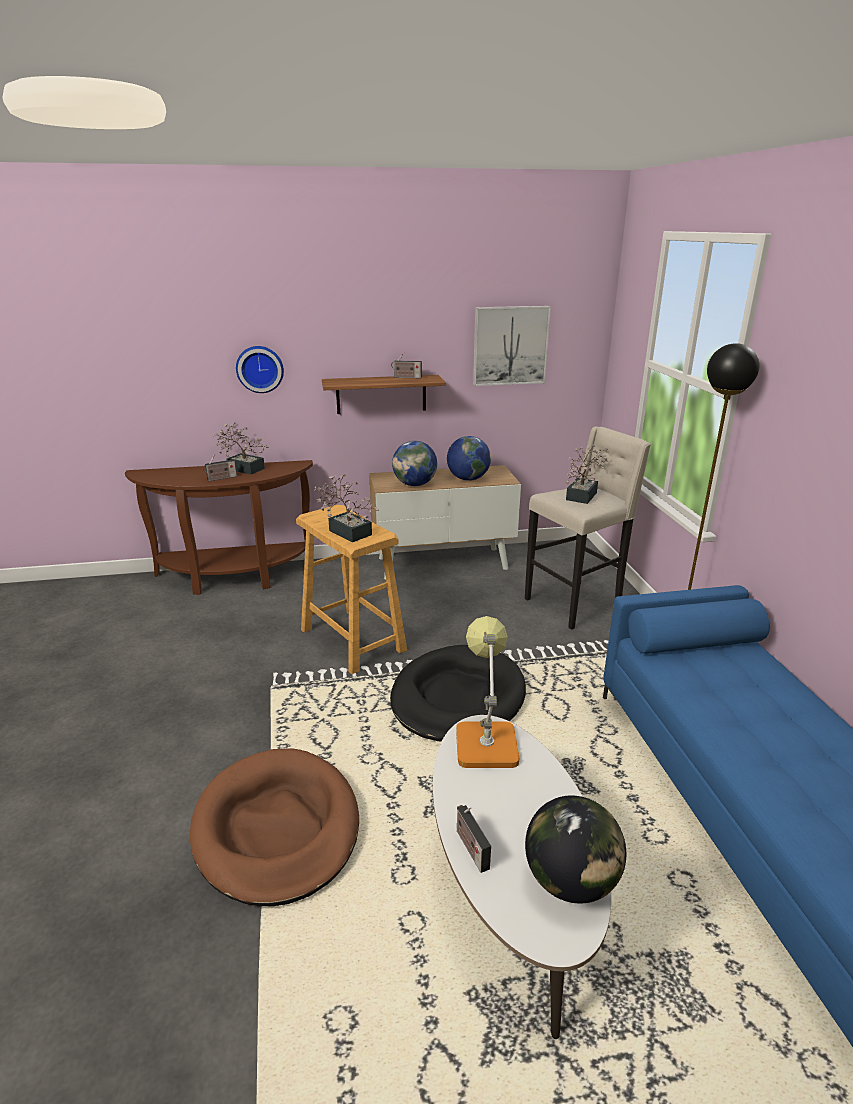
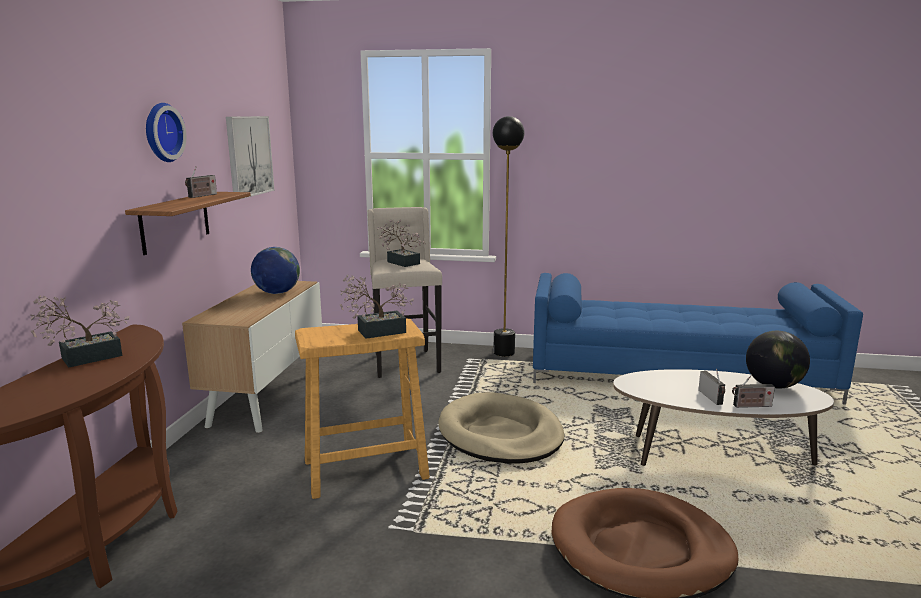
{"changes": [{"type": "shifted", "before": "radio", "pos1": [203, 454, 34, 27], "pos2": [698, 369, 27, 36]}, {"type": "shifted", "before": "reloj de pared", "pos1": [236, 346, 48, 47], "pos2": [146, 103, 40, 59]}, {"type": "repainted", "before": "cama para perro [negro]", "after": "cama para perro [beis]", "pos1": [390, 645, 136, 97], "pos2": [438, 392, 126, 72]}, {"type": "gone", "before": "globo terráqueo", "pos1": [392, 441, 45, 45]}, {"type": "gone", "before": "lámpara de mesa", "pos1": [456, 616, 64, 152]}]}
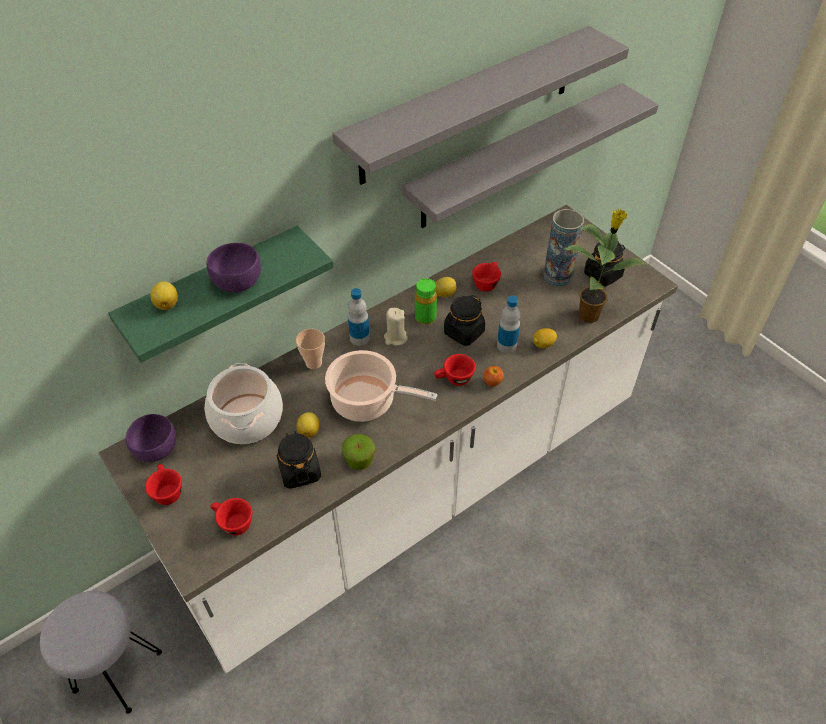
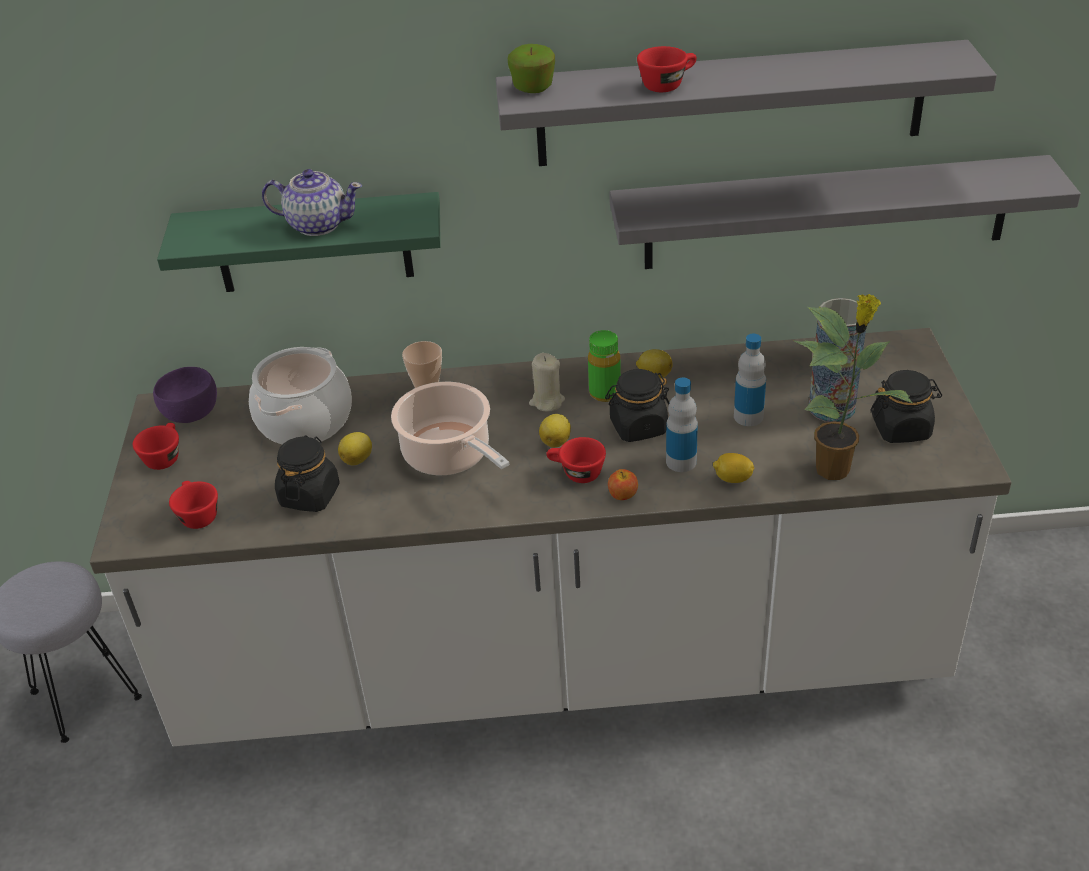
{"changes": [{"type": "shifted", "before": "limón", "pos1": [151, 281, 27, 29], "pos2": [539, 414, 32, 34]}, {"type": "swapped", "before": "cuenco [morado]", "after": "tetera", "pos1": [207, 243, 54, 49], "pos2": [262, 169, 100, 67]}, {"type": "shifted", "before": "manzana", "pos1": [342, 434, 33, 36], "pos2": [508, 44, 47, 49]}, {"type": "shifted", "before": "botella", "pos1": [348, 288, 22, 58], "pos2": [734, 334, 32, 92]}, {"type": "shifted", "before": "taza [rojo]", "pos1": [472, 262, 29, 29], "pos2": [637, 46, 60, 46]}]}
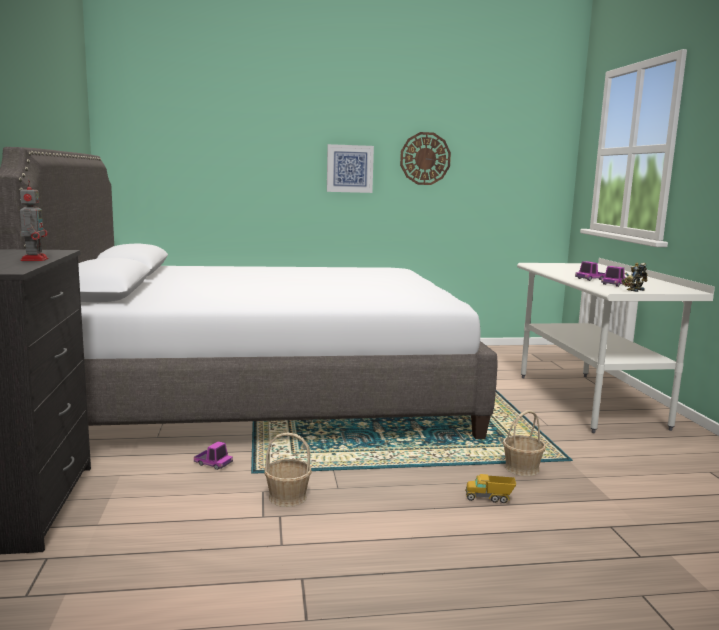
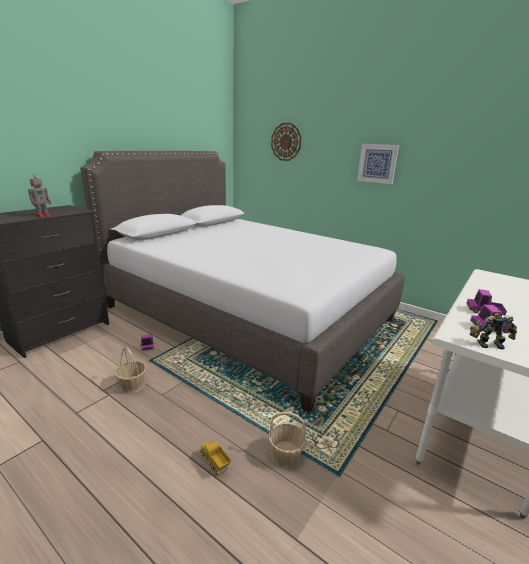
{"changes": [{"type": "shifted", "before": "reloj de pared", "pos1": [400, 132, 51, 53], "pos2": [271, 123, 30, 38]}]}
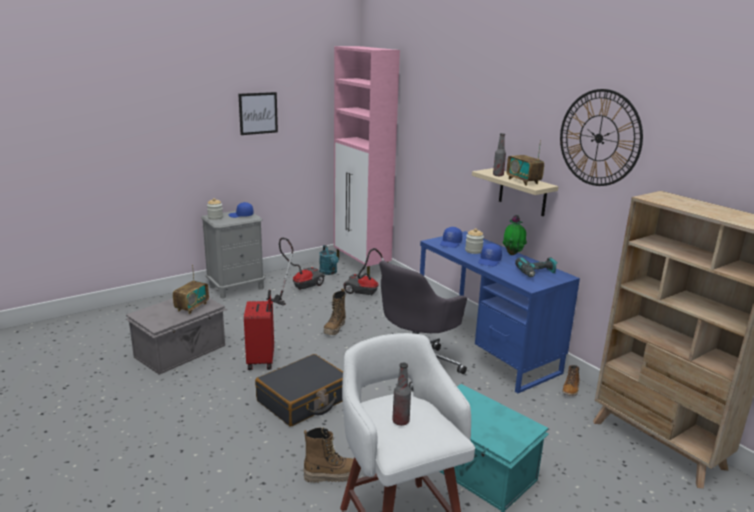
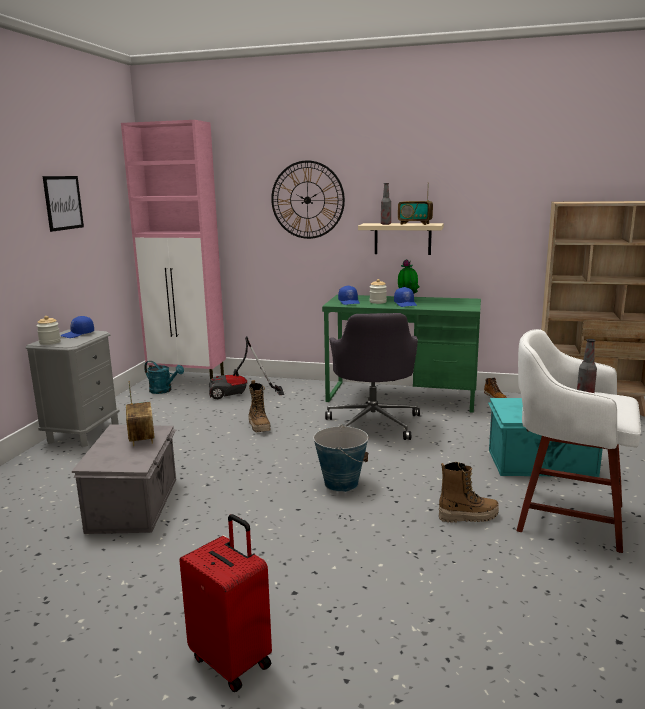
{"changes": [{"type": "shifted", "before": "maleta [rojo]", "pos1": [244, 290, 30, 80], "pos2": [179, 514, 93, 178]}, {"type": "swapped", "before": "maleta [negro]", "after": "cubo", "pos1": [255, 354, 88, 72], "pos2": [313, 424, 55, 68]}, {"type": "gone", "before": "aspiradora", "pos1": [266, 238, 59, 68]}, {"type": "rotated", "before": "bota", "pos1": [303, 427, 51, 56], "pos2": [439, 462, 60, 61], "turn": 45}, {"type": "repainted", "before": "escritorio [azul]", "after": "escritorio [verde]", "pos1": [420, 231, 160, 162], "pos2": [322, 295, 159, 118]}, {"type": "gone", "before": "taladro", "pos1": [515, 257, 43, 20]}, {"type": "shifted", "before": "reloj de pared", "pos1": [560, 89, 83, 97], "pos2": [271, 160, 74, 79]}]}
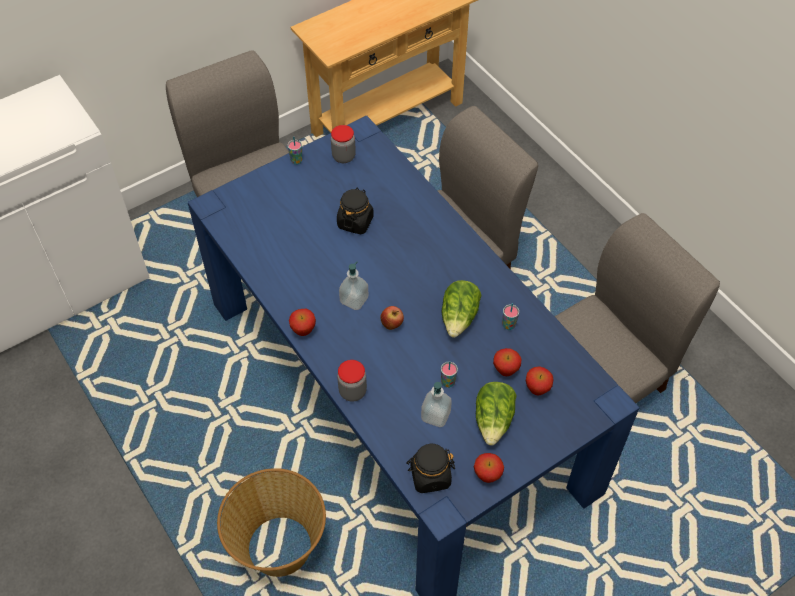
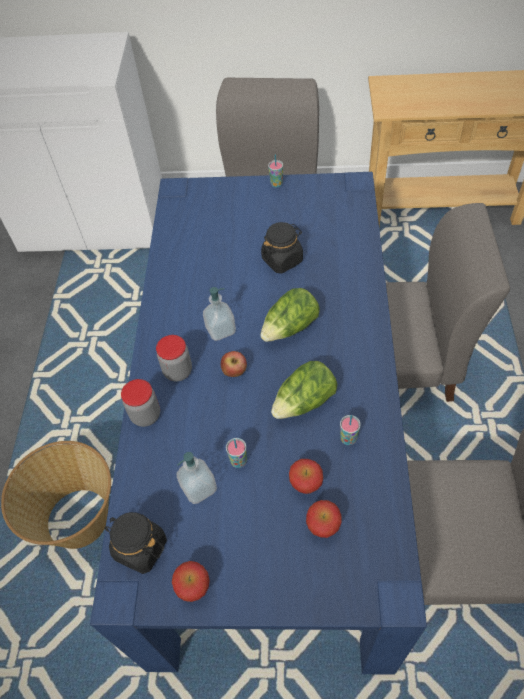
{"changes": [{"type": "gone", "before": "manzana", "pos1": [289, 309, 27, 27]}, {"type": "shifted", "before": "tarro", "pos1": [331, 125, 25, 38], "pos2": [156, 335, 36, 46]}, {"type": "shifted", "before": "lechuga", "pos1": [476, 382, 41, 64], "pos2": [260, 288, 60, 54]}]}
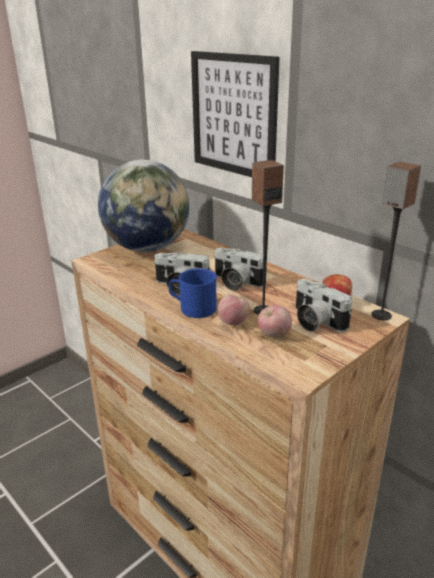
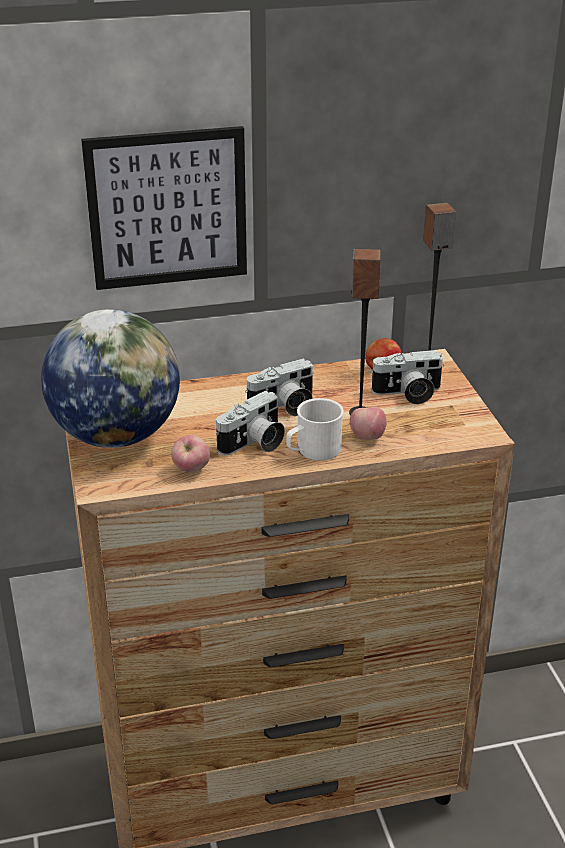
{"changes": [{"type": "repainted", "before": "taza grande [azul]", "after": "taza grande [blanco]", "pos1": [168, 268, 49, 50], "pos2": [286, 398, 58, 63]}, {"type": "shifted", "before": "manzana", "pos1": [258, 305, 34, 33], "pos2": [171, 435, 39, 38]}]}
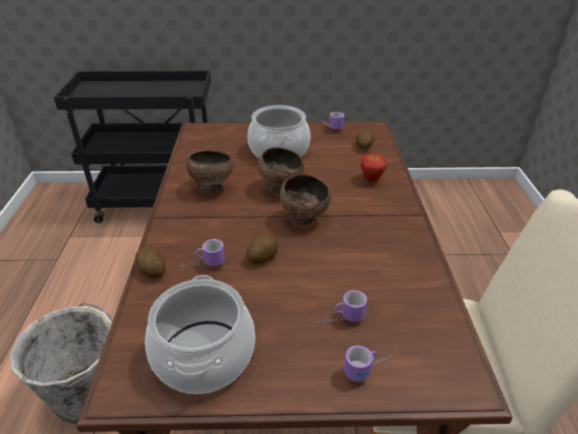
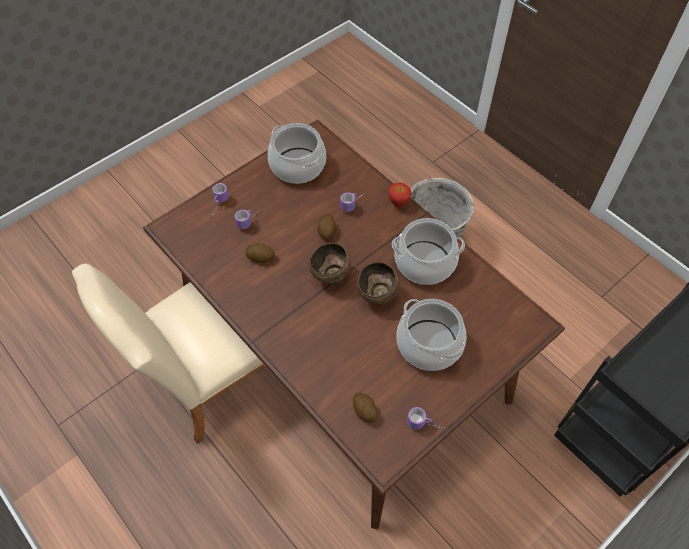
{"changes": [{"type": "shifted", "before": "patata", "pos1": [135, 247, 31, 31], "pos2": [245, 243, 30, 20]}, {"type": "swapped", "before": "cuenco [marrón]", "after": "olla", "pos1": [186, 150, 47, 43], "pos2": [392, 218, 73, 67]}, {"type": "shifted", "before": "manzana", "pos1": [361, 154, 25, 28], "pos2": [388, 182, 23, 25]}]}
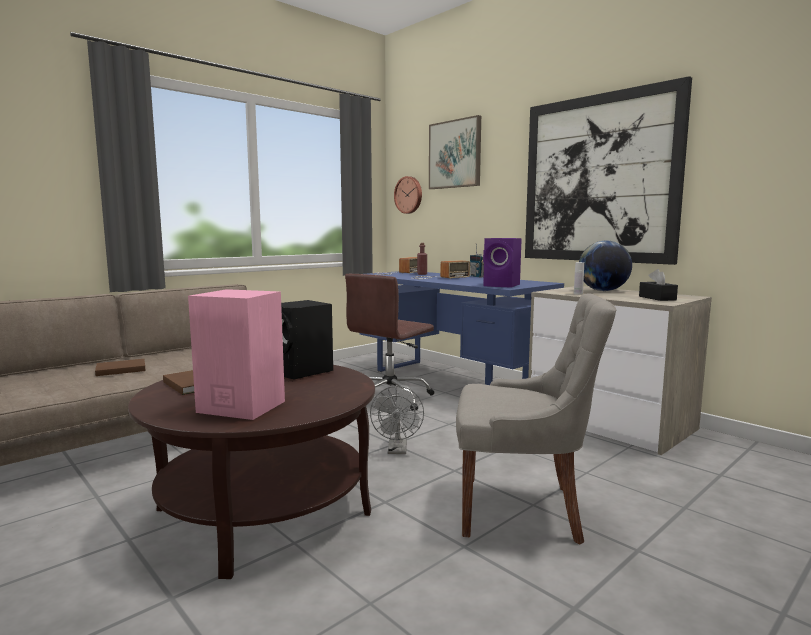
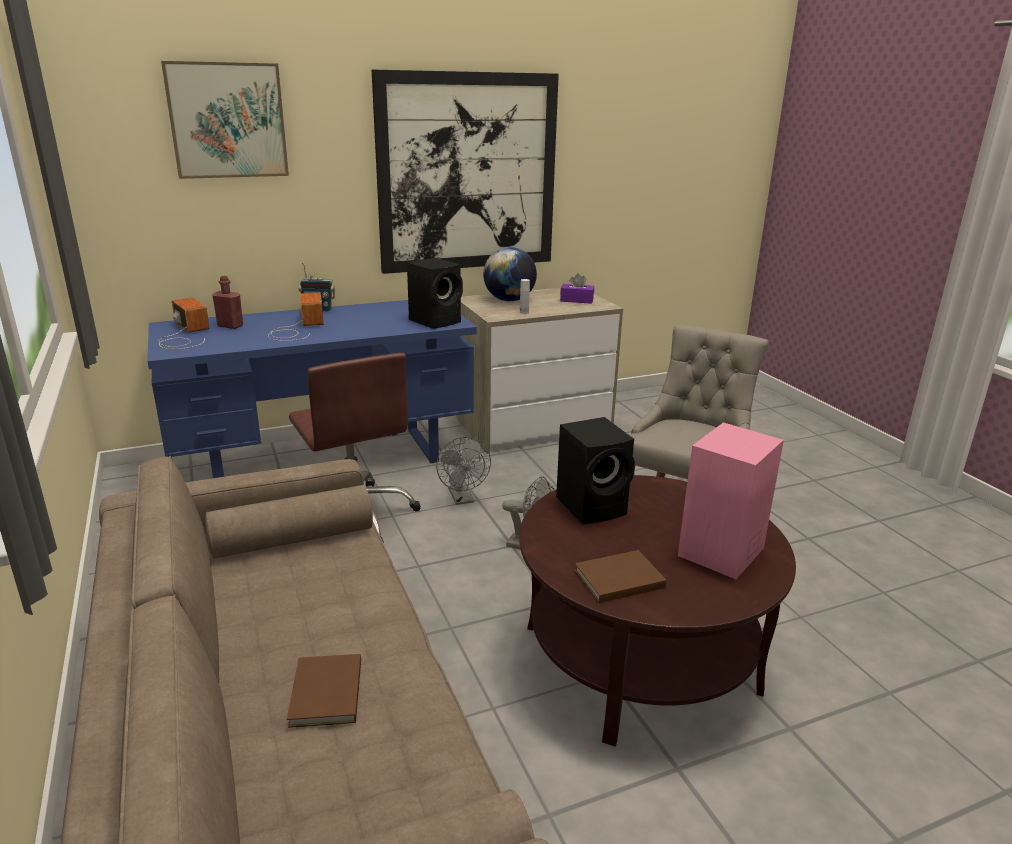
{"changes": [{"type": "gone", "before": "reloj de pared", "pos1": [394, 176, 28, 38]}, {"type": "repainted", "before": "altavoz [morado]", "after": "altavoz [negro]", "pos1": [483, 238, 39, 49], "pos2": [407, 258, 56, 71]}, {"type": "repainted", "before": "caja de pañuelos [negro]", "after": "caja de pañuelos [morado]", "pos1": [639, 269, 39, 32], "pos2": [560, 273, 34, 31]}, {"type": "new", "after": "ventilador [gris]", "pos2": [436, 437, 55, 68]}]}
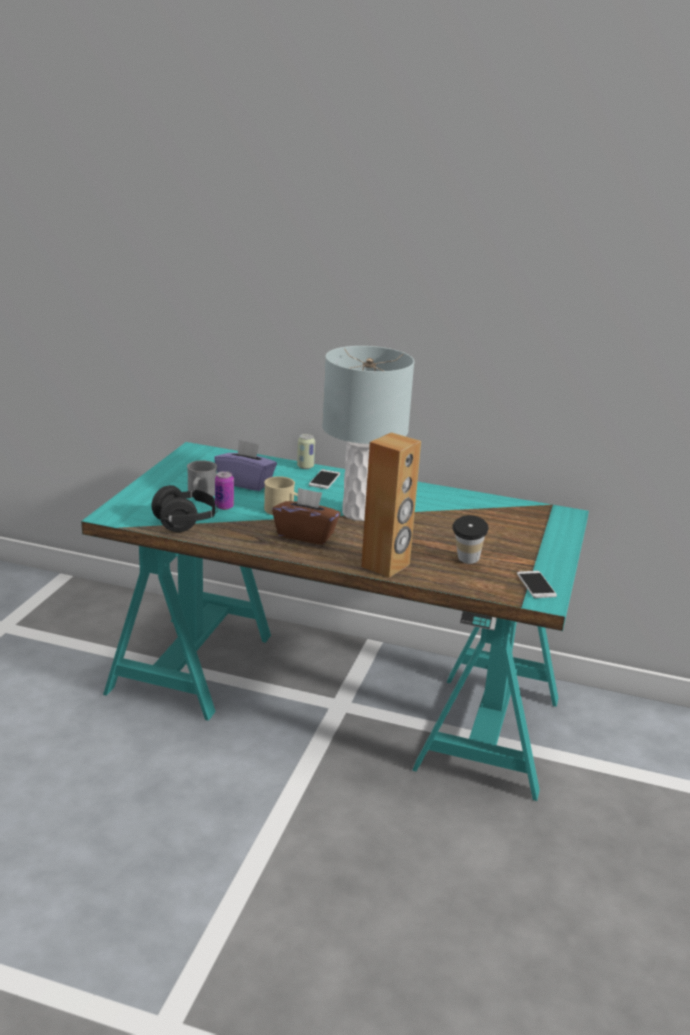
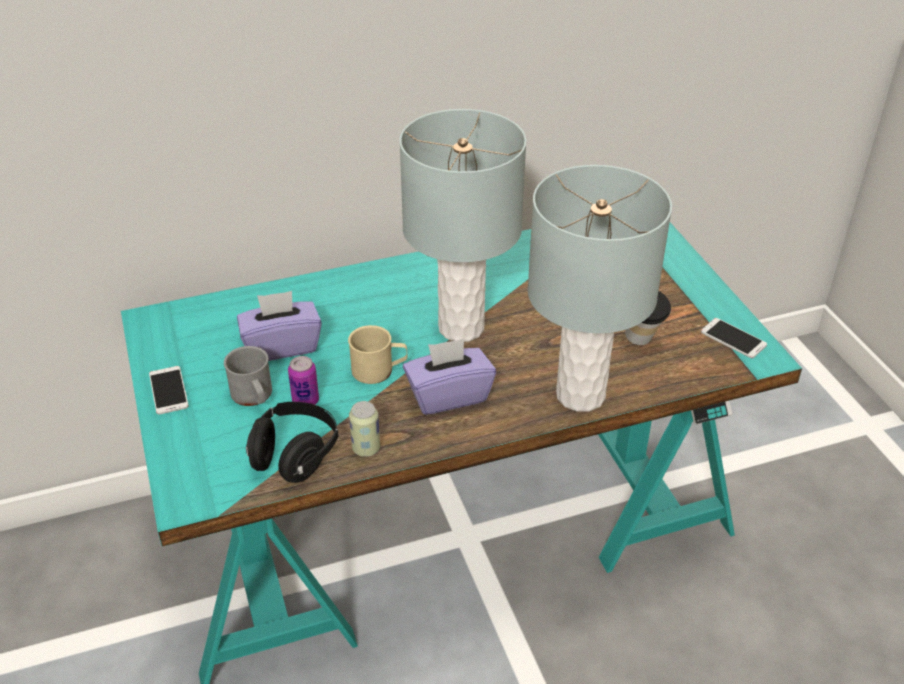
{"changes": [{"type": "repainted", "before": "caja de pañuelos [marrón]", "after": "caja de pañuelos [morado]", "pos1": [272, 487, 68, 58], "pos2": [403, 339, 93, 76]}, {"type": "shifted", "before": "lata", "pos1": [297, 434, 18, 35], "pos2": [349, 401, 31, 56]}, {"type": "shifted", "before": "móvil", "pos1": [309, 470, 31, 19], "pos2": [149, 366, 40, 49]}, {"type": "swapped", "before": "altavoz [marrón]", "after": "lámpara de mesa [gris]", "pos1": [361, 433, 60, 145], "pos2": [527, 165, 145, 247]}]}
